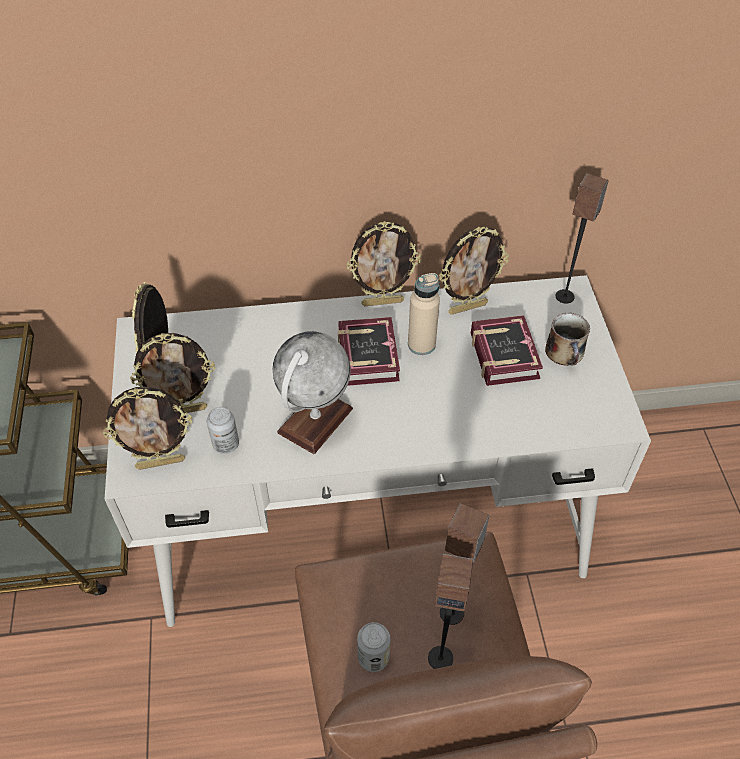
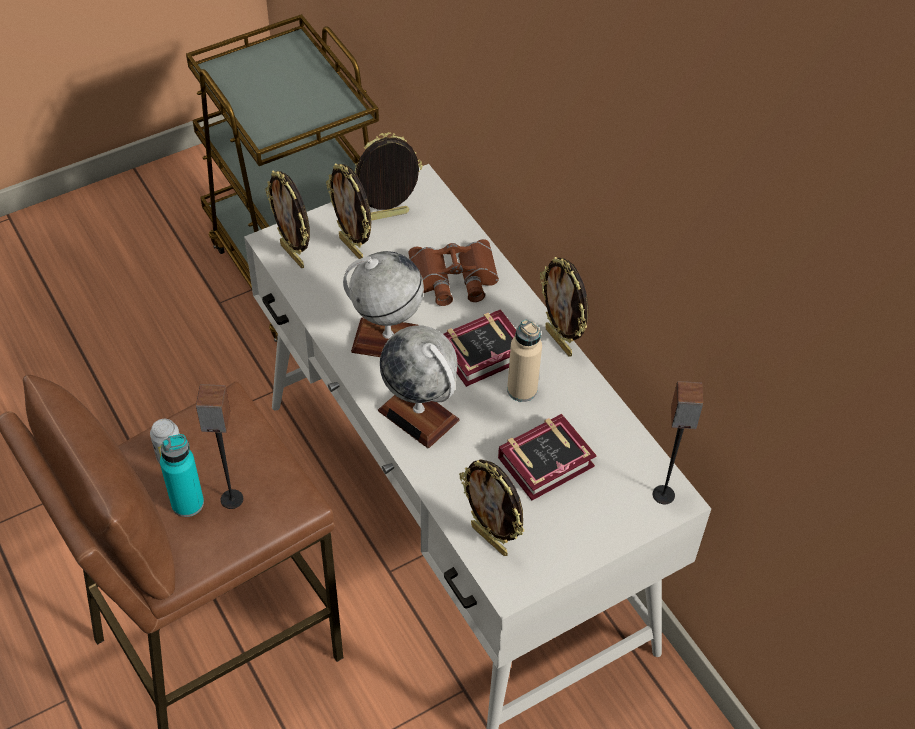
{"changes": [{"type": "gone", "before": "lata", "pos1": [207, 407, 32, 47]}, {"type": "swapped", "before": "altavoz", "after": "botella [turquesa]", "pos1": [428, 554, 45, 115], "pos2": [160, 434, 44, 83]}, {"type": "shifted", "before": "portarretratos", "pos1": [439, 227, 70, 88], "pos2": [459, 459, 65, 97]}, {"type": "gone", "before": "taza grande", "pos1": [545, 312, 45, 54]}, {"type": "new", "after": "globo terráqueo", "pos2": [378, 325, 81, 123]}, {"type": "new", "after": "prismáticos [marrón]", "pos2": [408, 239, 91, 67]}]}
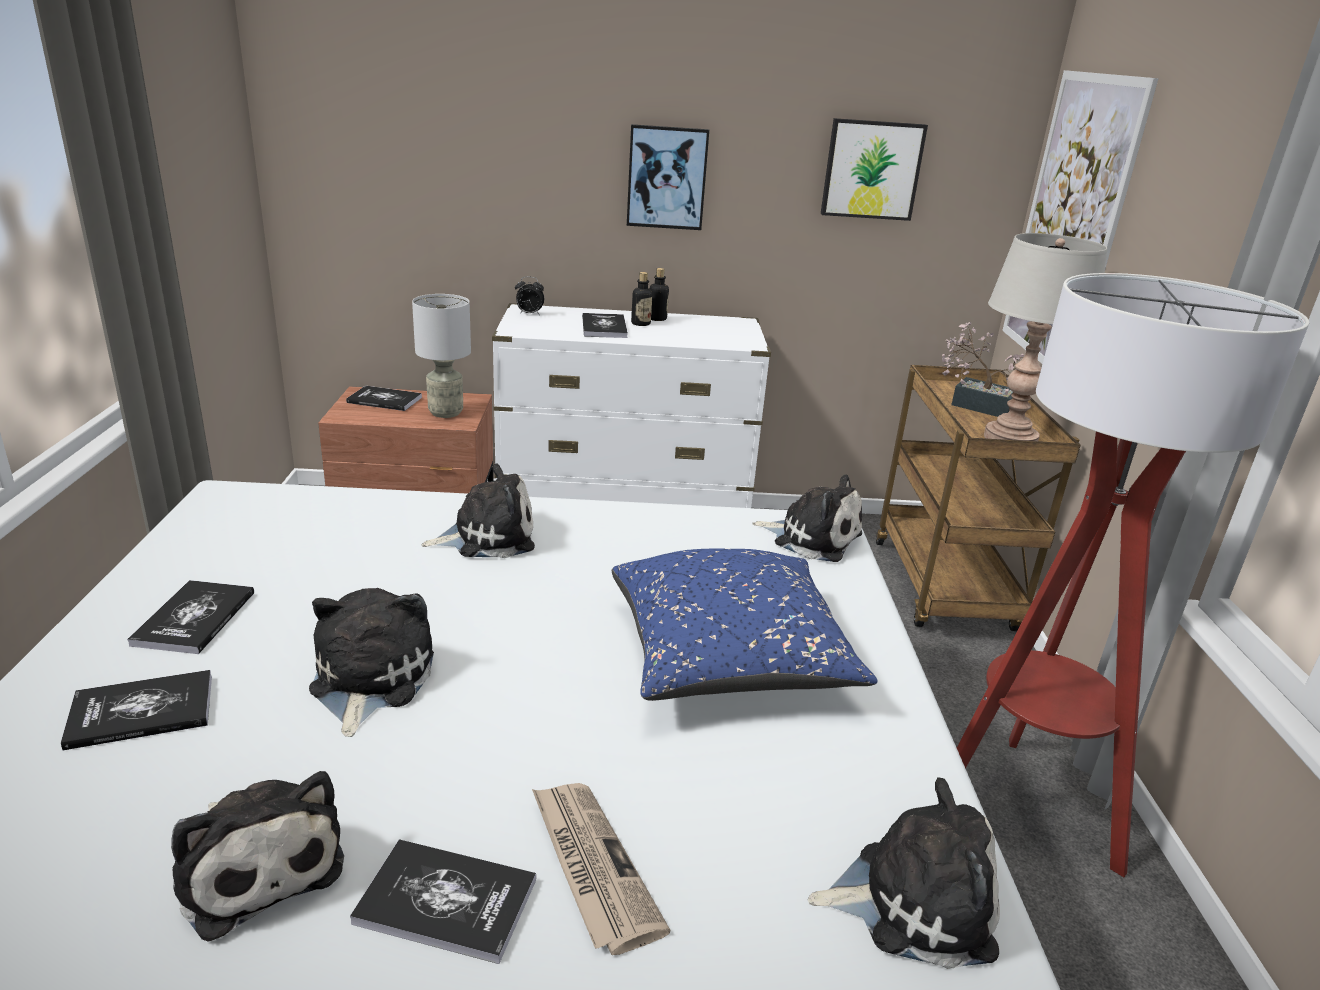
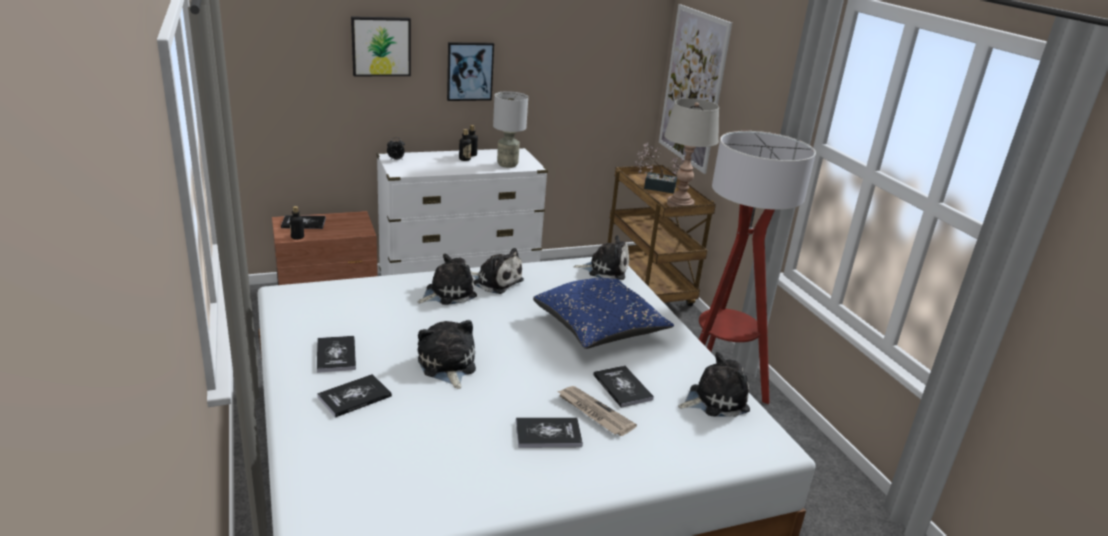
{"changes": [{"type": "shifted", "before": "peluche", "pos1": [171, 771, 173, 171], "pos2": [472, 248, 52, 46]}, {"type": "shifted", "before": "lámpara de mesa [gris]", "pos1": [412, 294, 59, 124], "pos2": [493, 91, 35, 77]}, {"type": "shifted", "before": "libro", "pos1": [582, 313, 46, 25], "pos2": [593, 366, 61, 42]}, {"type": "shifted", "before": "cuadro", "pos1": [821, 118, 107, 103], "pos2": [351, 16, 60, 60]}, {"type": "new", "after": "botella", "pos2": [290, 206, 14, 34]}]}
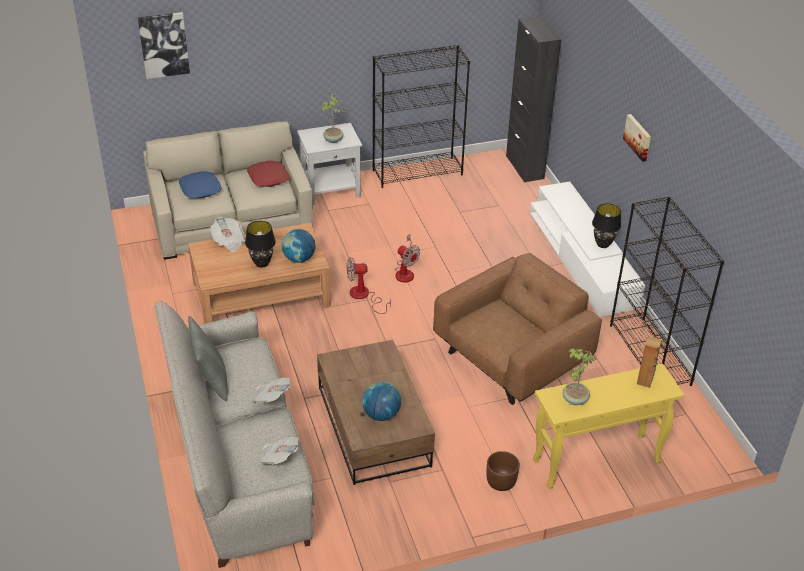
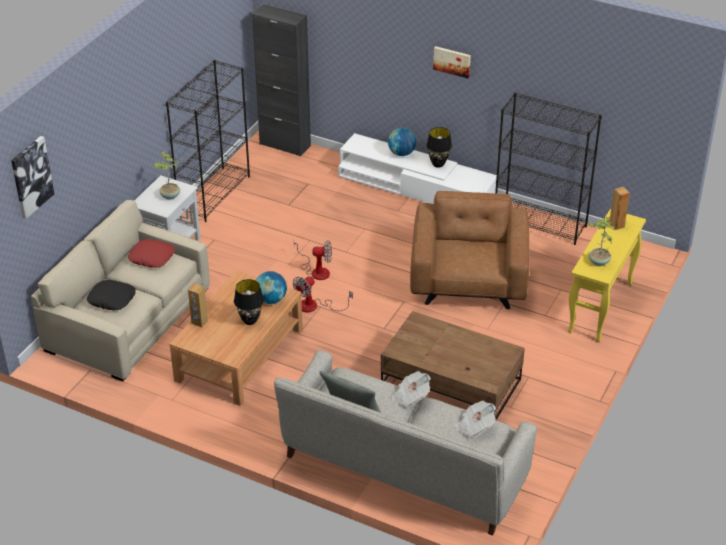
{"changes": [{"type": "repainted", "before": "cojín [azul]", "after": "cojín [negro]", "pos1": [178, 171, 44, 27], "pos2": [87, 280, 49, 30]}, {"type": "swapped", "before": "periódico", "after": "altavoz [marrón]", "pos1": [210, 217, 35, 35], "pos2": [188, 283, 20, 45]}, {"type": "shifted", "before": "globo terráqueo", "pos1": [362, 382, 39, 39], "pos2": [388, 128, 28, 28]}, {"type": "gone", "before": "maceta [marrón]", "pos1": [486, 451, 34, 40]}]}
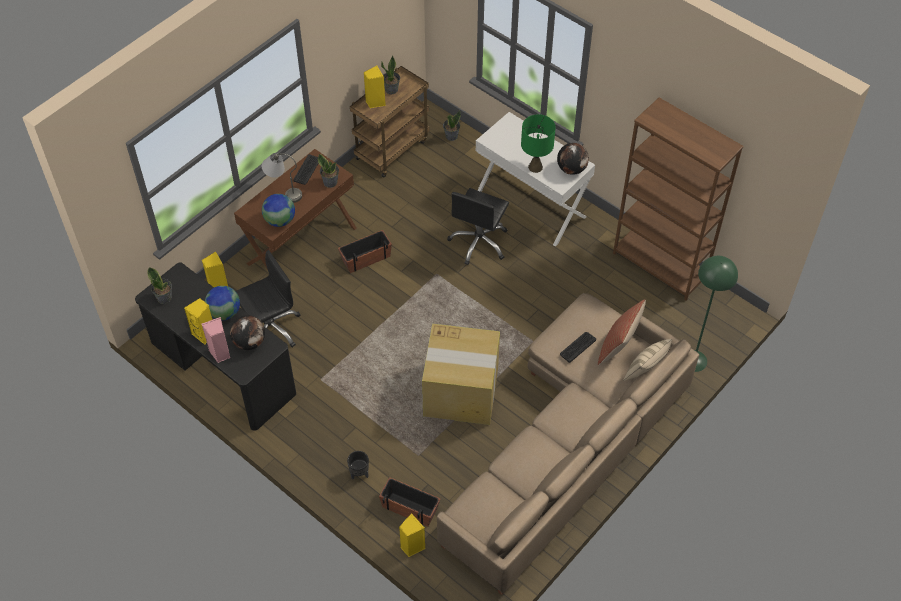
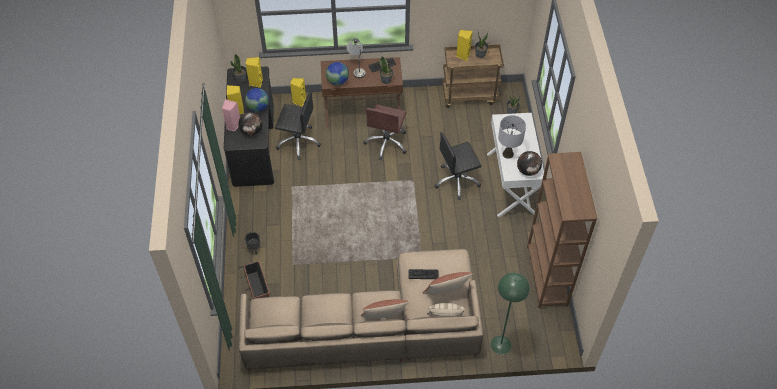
{"changes": [{"type": "swapped", "before": "maceta", "after": "silla de oficina [marrón]", "pos1": [338, 230, 54, 43], "pos2": [364, 104, 43, 56]}, {"type": "shifted", "before": "altavoz [amarillo]", "pos1": [399, 513, 26, 44], "pos2": [246, 57, 17, 31]}, {"type": "gone", "before": "caja de cartón", "pos1": [422, 324, 78, 101]}, {"type": "repainted", "before": "lámpara de mesa [verde]", "after": "lámpara de mesa [gris]", "pos1": [521, 114, 35, 59], "pos2": [498, 115, 28, 44]}, {"type": "new", "after": "cojín", "pos2": [361, 299, 48, 20]}]}
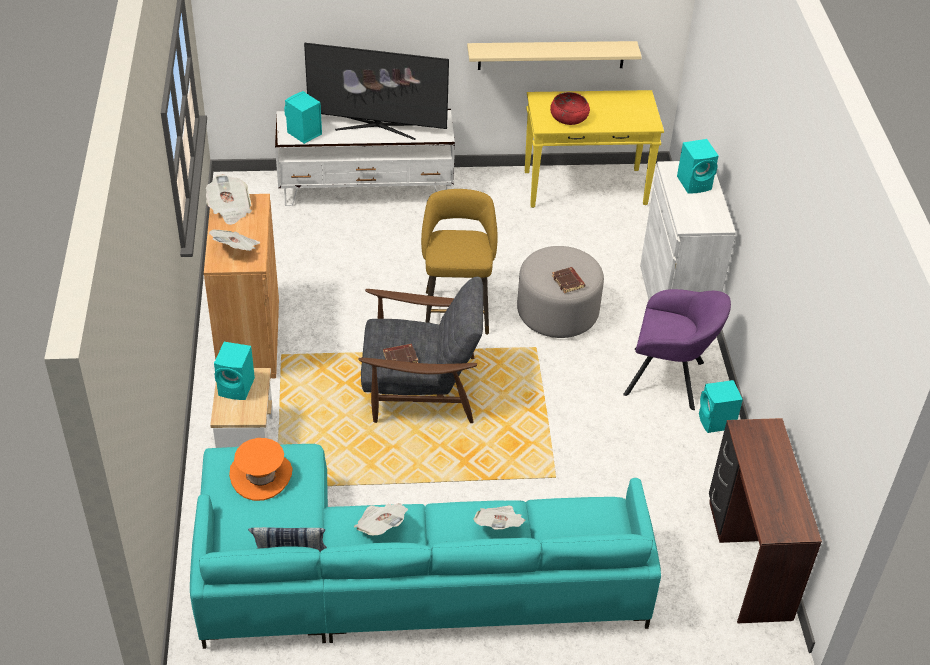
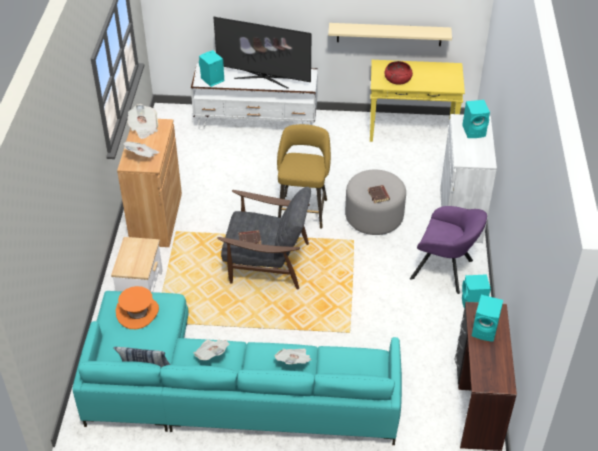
{"changes": [{"type": "shifted", "before": "altavoz [turquesa]", "pos1": [214, 342, 41, 58], "pos2": [472, 295, 31, 47]}]}
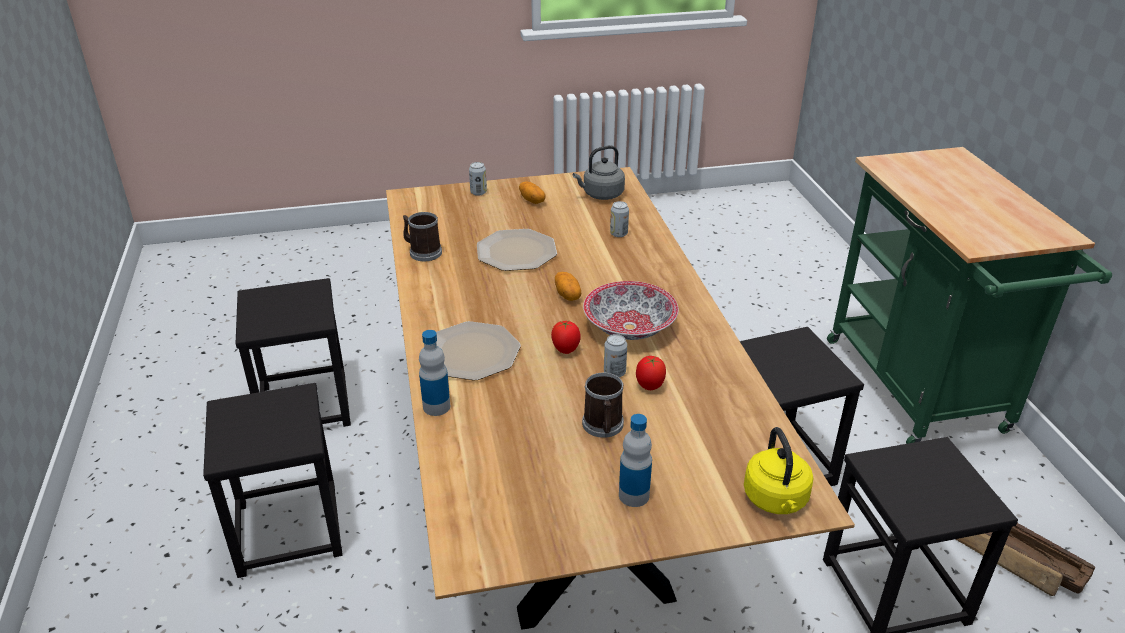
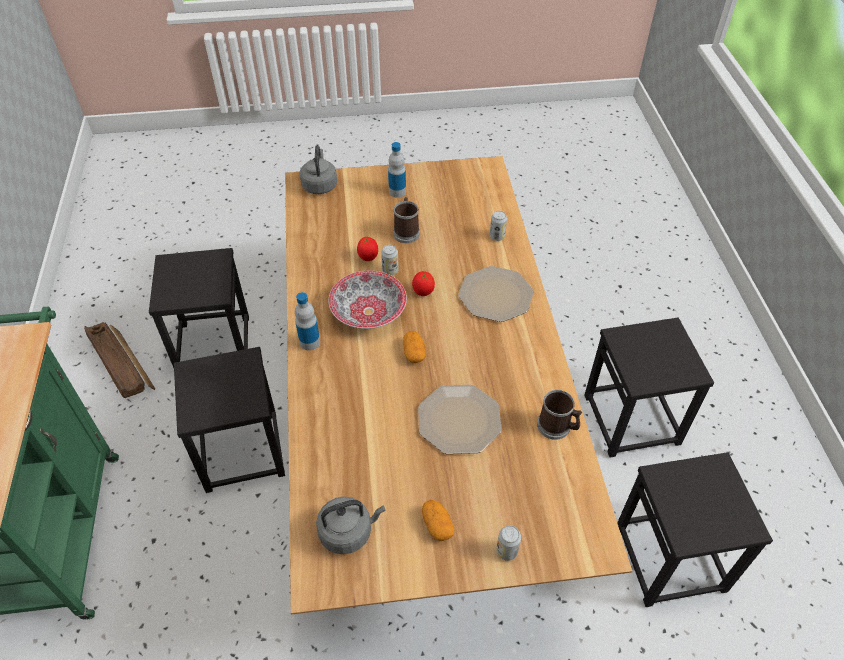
{"changes": [{"type": "shifted", "before": "botella", "pos1": [419, 330, 31, 86], "pos2": [295, 292, 25, 58]}, {"type": "shifted", "before": "lata", "pos1": [610, 201, 19, 36], "pos2": [490, 211, 17, 30]}, {"type": "repainted", "before": "hervidor [amarillo]", "after": "hervidor [gris]", "pos1": [744, 427, 69, 87], "pos2": [300, 145, 37, 49]}]}
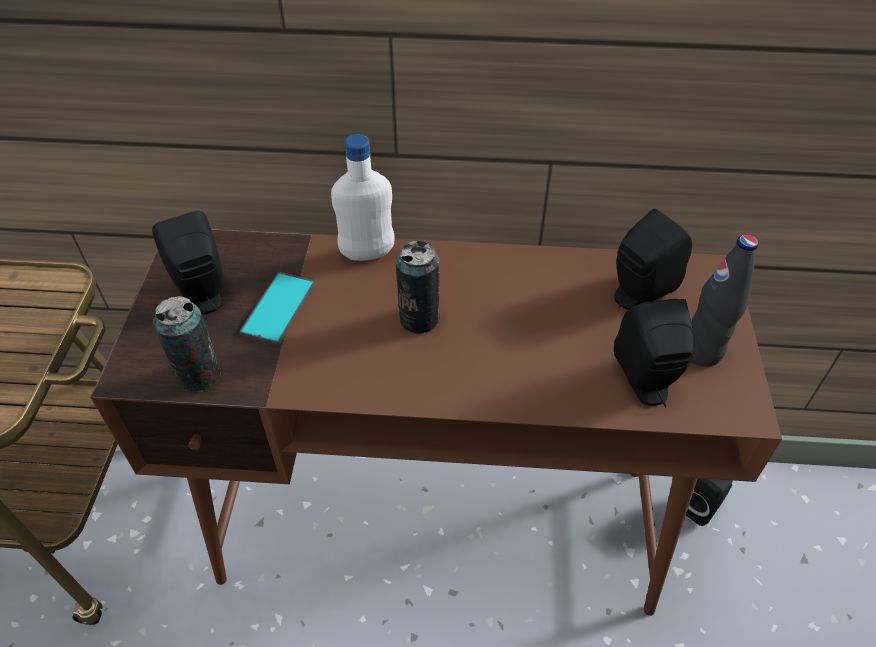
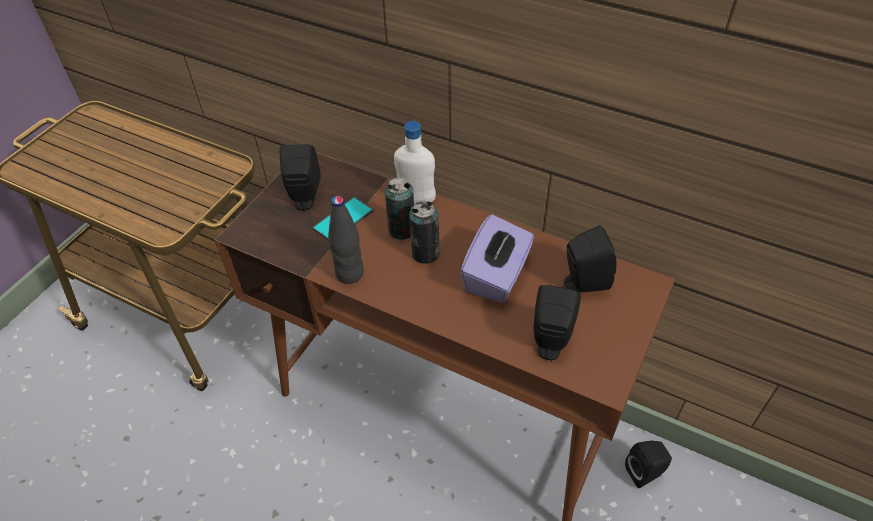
{"changes": [{"type": "shifted", "before": "lata", "pos1": [153, 296, 68, 96], "pos2": [385, 177, 29, 63]}, {"type": "shifted", "before": "botella [negro]", "pos1": [691, 234, 67, 133], "pos2": [328, 196, 36, 88]}, {"type": "new", "after": "caja de pañuelos [morado]", "pos2": [460, 214, 74, 89]}]}
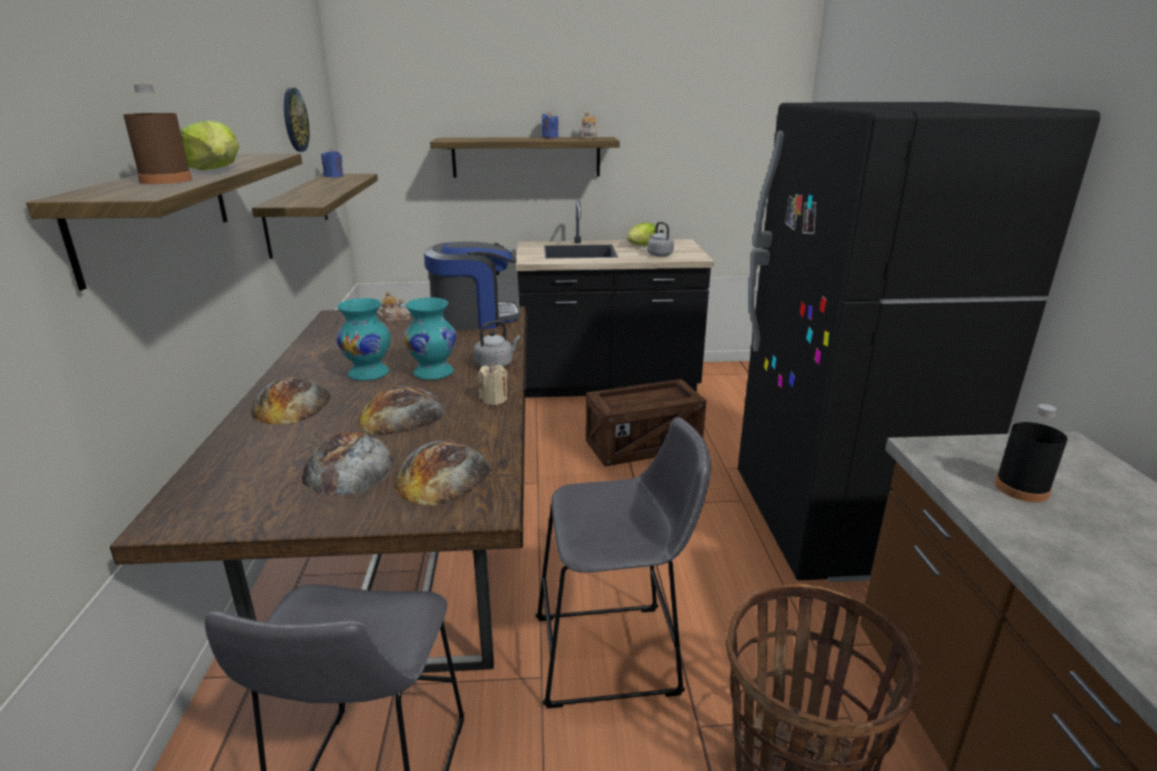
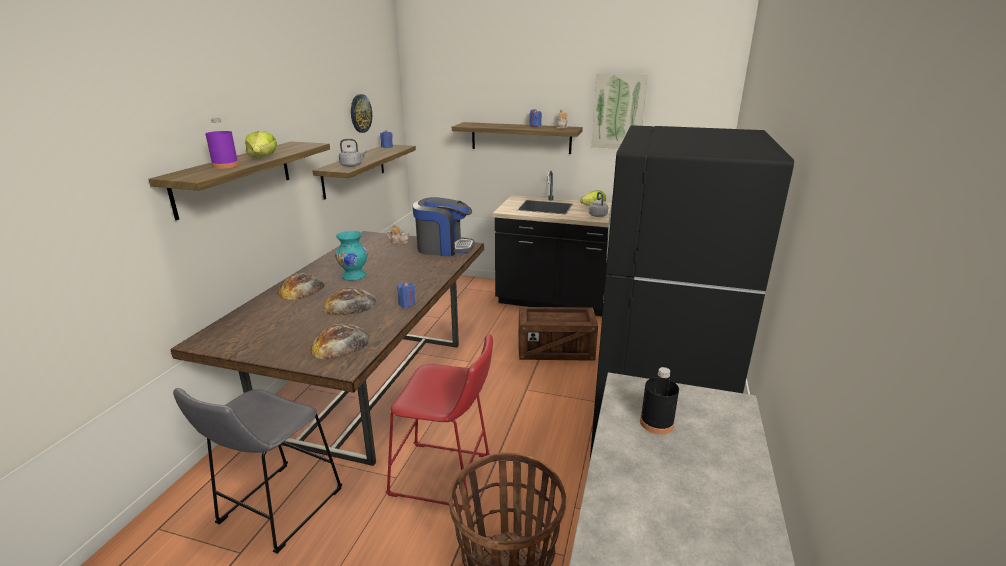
{"changes": [{"type": "repainted", "before": "botella [marrón]", "after": "botella [morado]", "pos1": [123, 84, 69, 100], "pos2": [205, 117, 34, 52]}, {"type": "gone", "before": "pan", "pos1": [302, 432, 92, 64]}, {"type": "gone", "before": "florero [turquesa]", "pos1": [403, 297, 53, 83]}, {"type": "shifted", "before": "hervidor [gris]", "pos1": [474, 320, 46, 47], "pos2": [339, 139, 28, 28]}, {"type": "repainted", "before": "vela [beis]", "after": "vela [azul]", "pos1": [478, 363, 29, 42], "pos2": [397, 282, 18, 25]}, {"type": "repainted", "before": "taburete [gris]", "after": "taburete [rojo]", "pos1": [536, 418, 175, 291], "pos2": [386, 334, 107, 176]}, {"type": "new", "after": "cuadro", "pos2": [591, 73, 57, 76]}]}
